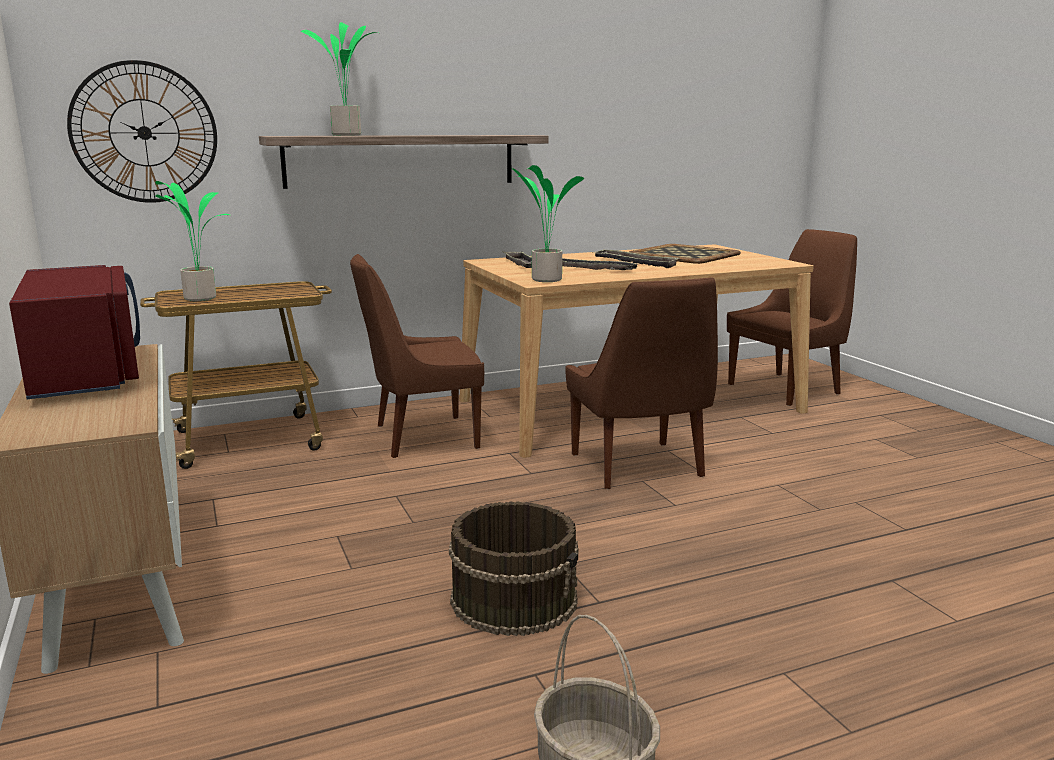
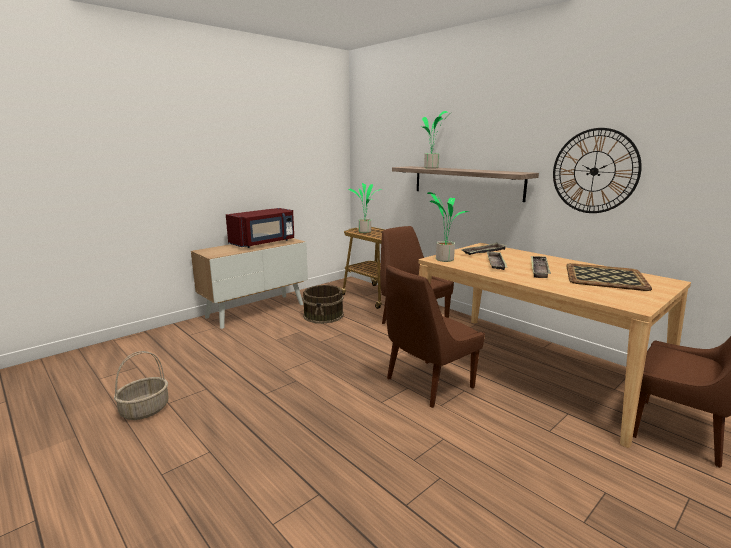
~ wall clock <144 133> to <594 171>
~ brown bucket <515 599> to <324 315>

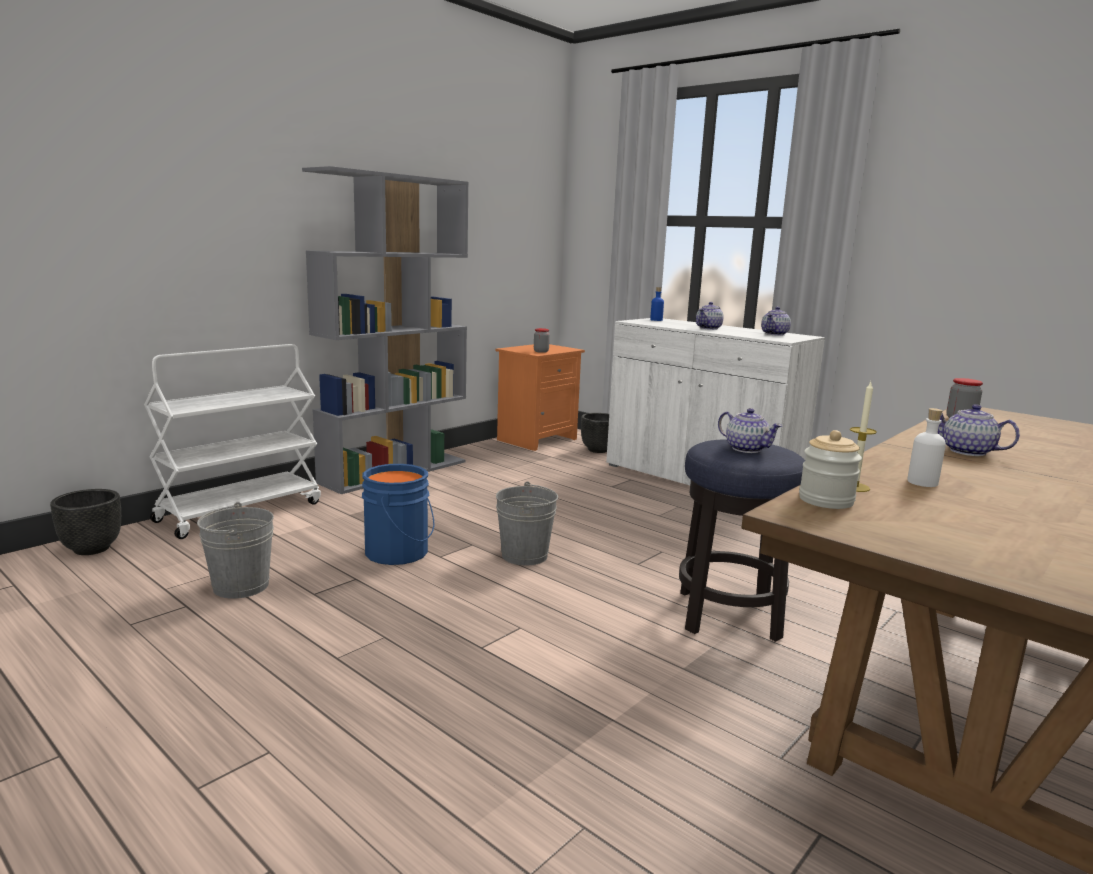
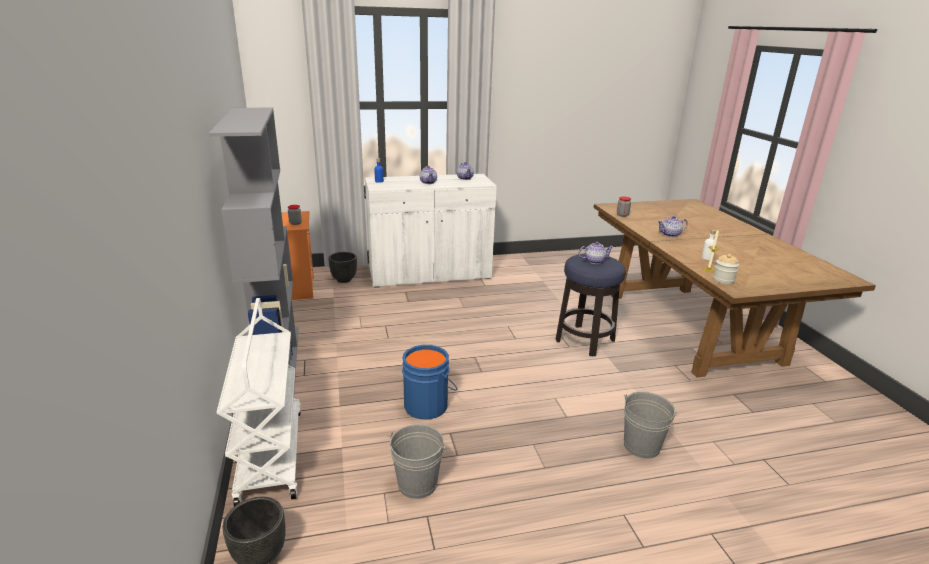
~ grey bucket <524 555> to <641 446>

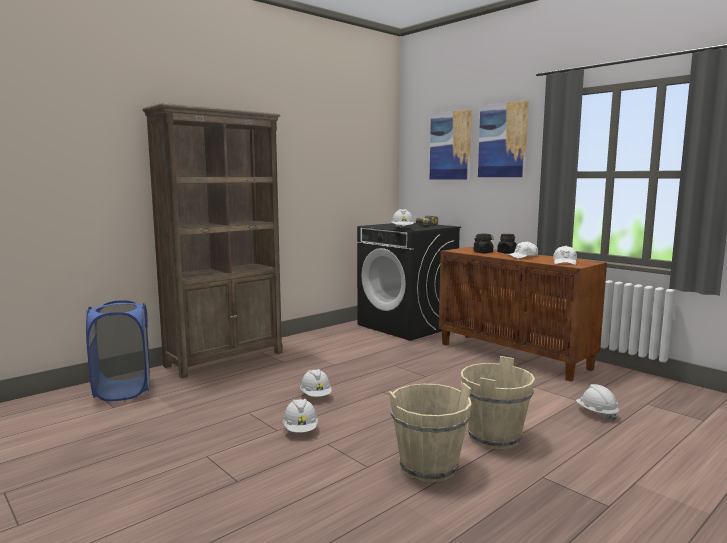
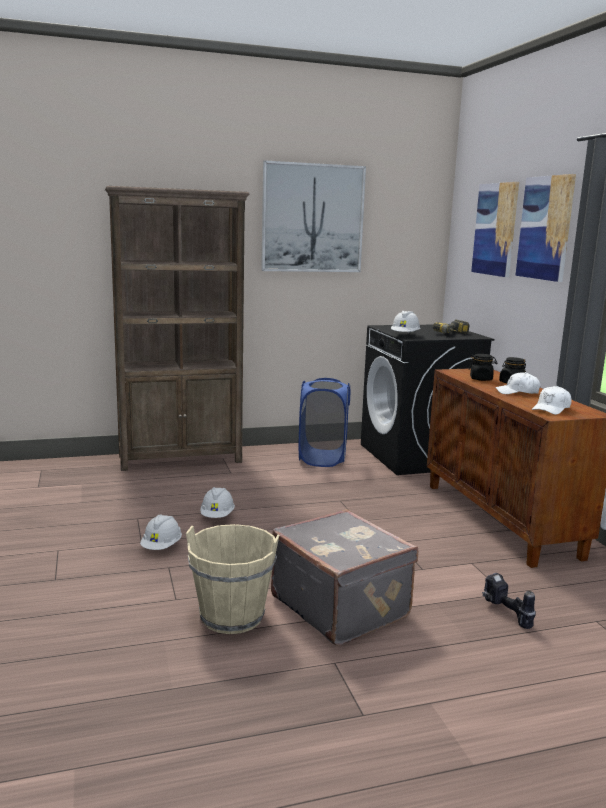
+ picture <312 218>
~ blue laundry basket <123 390> to <322 458>
~ beige bucket <494 436> to grey suitcase <341 606>
~ white hard hat <596 413> to power drill <505 614>

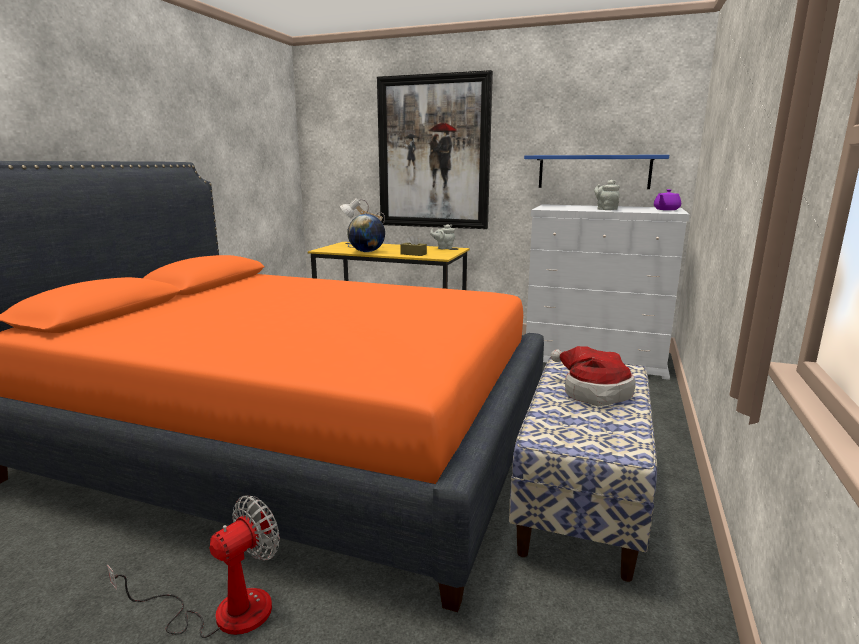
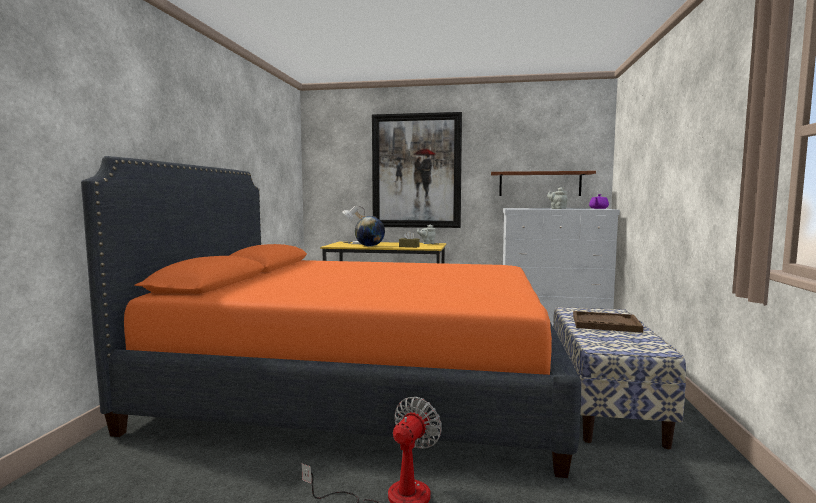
~ hat <592 392> to brown tray <605 324>
~ blue shelf <594 172> to brown shelf <539 184>

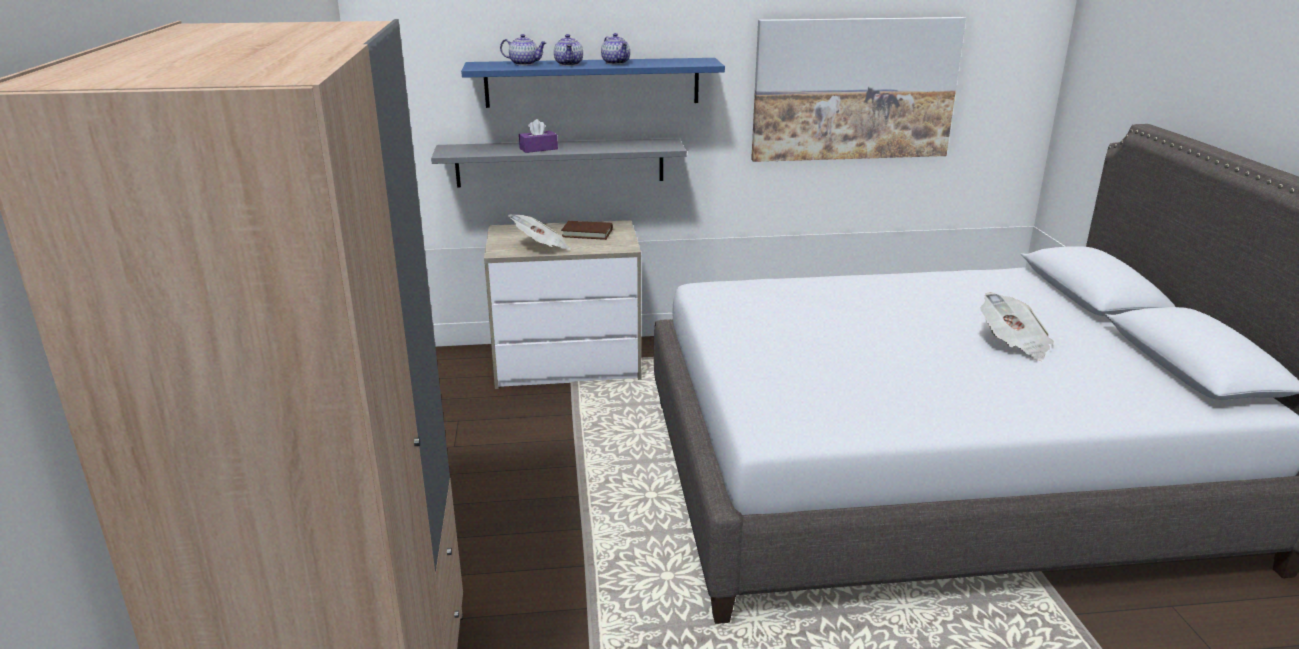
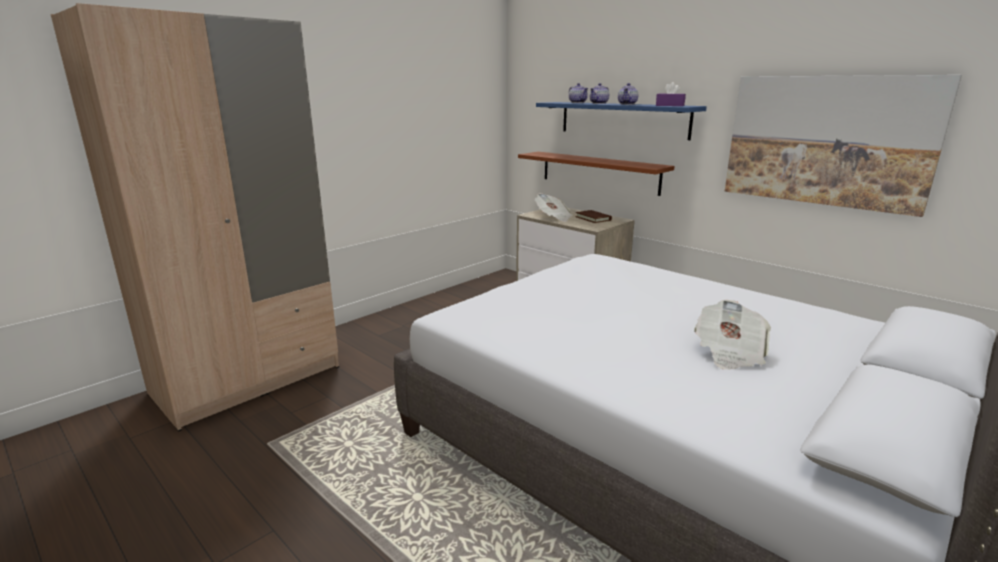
~ purple tissue box <538 149> to <670 105>
~ grey shelf <560 162> to brown shelf <599 172>

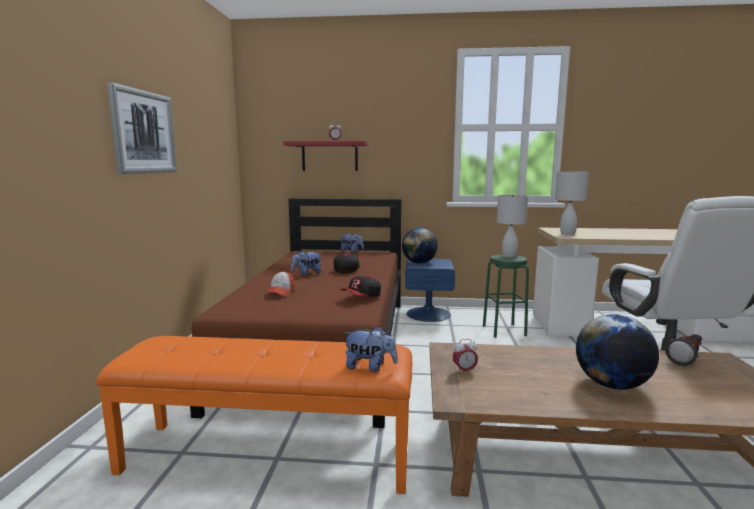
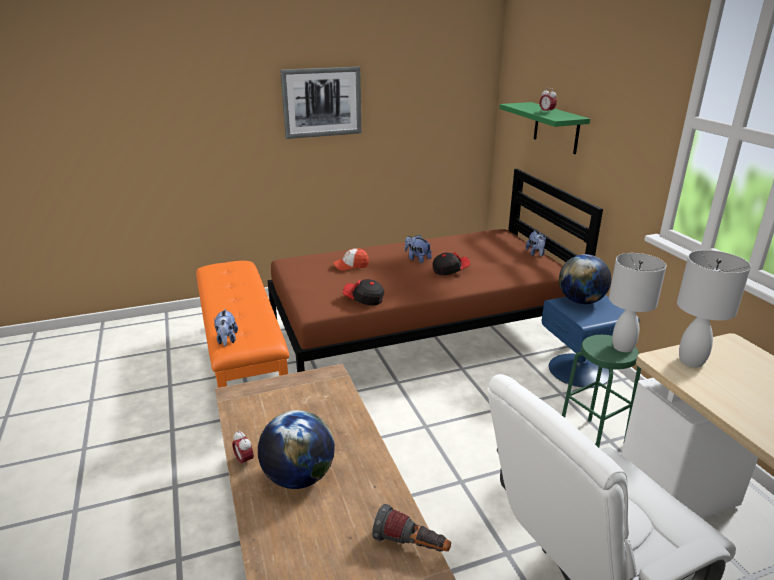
~ alarm clock <464 371> to <244 461>
~ red shelf <329 156> to green shelf <556 128>

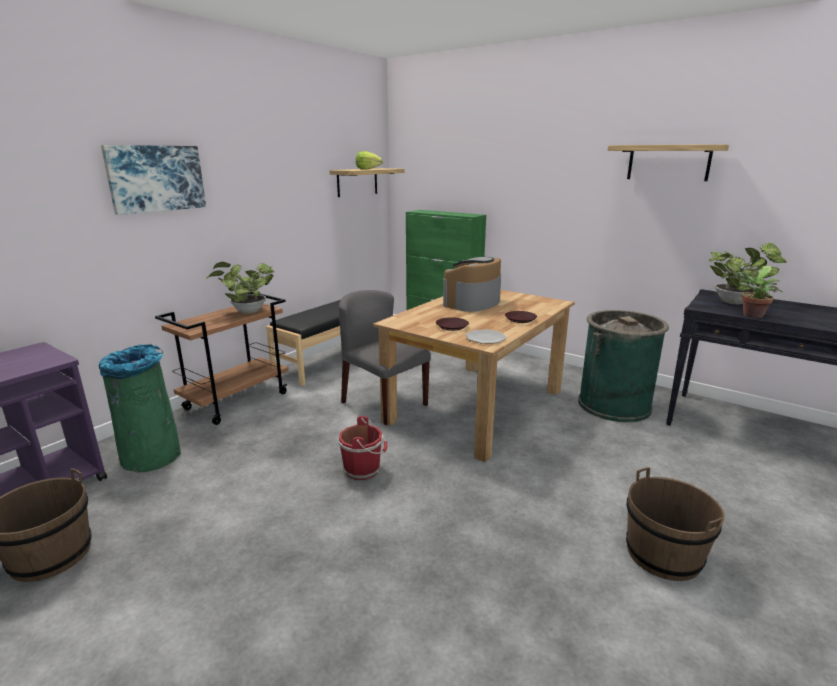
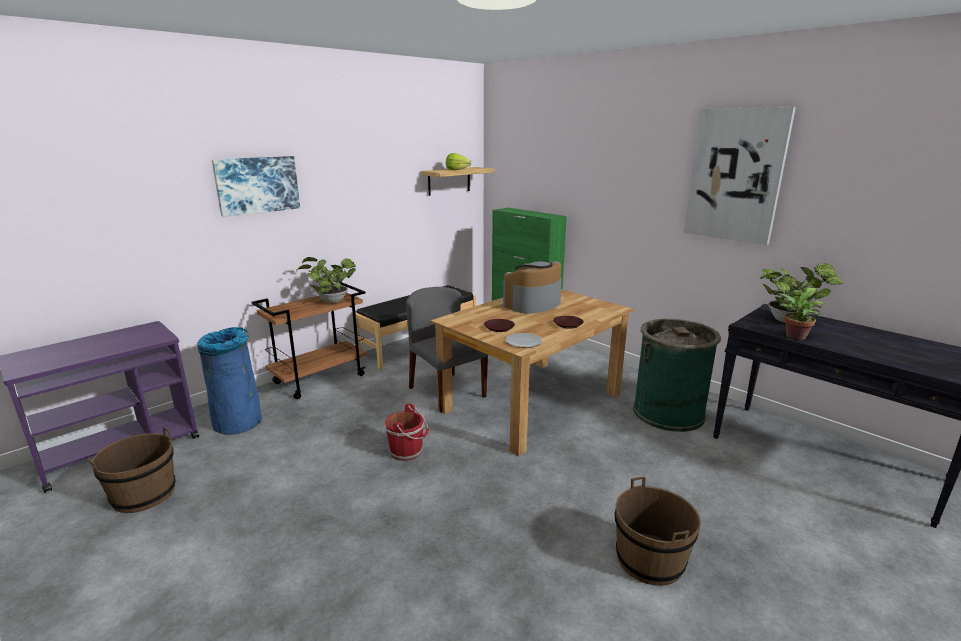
~ shelf <668 162> to picture <735 175>
~ green trash can <151 455> to blue trash can <238 421>

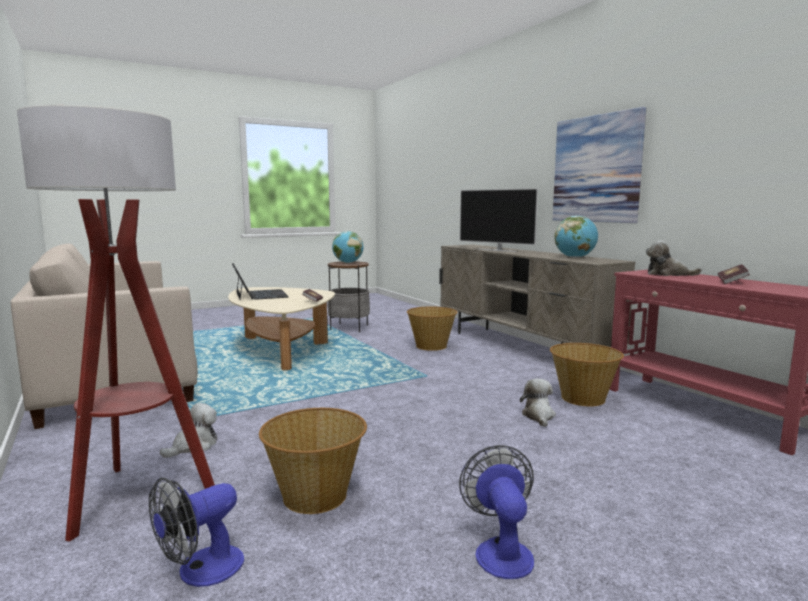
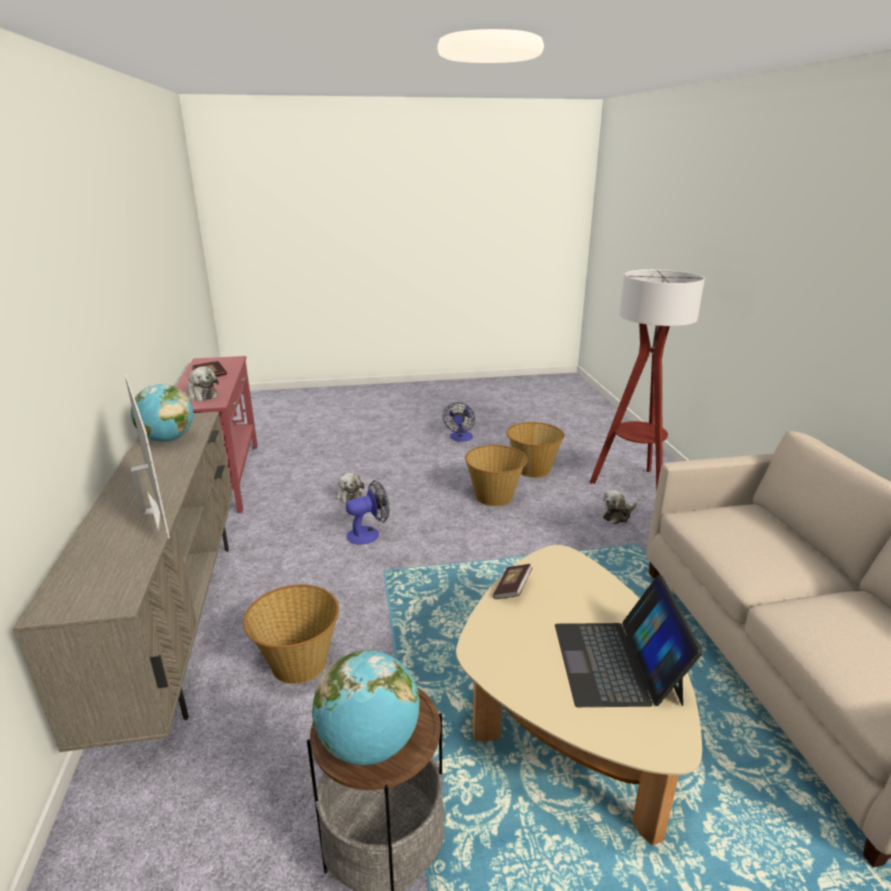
- picture <596 169>
~ fan <200 571> to <368 534>
~ basket <583 399> to <494 496>
~ plush toy <538 416> = <348 495> 45 degrees counterclockwise

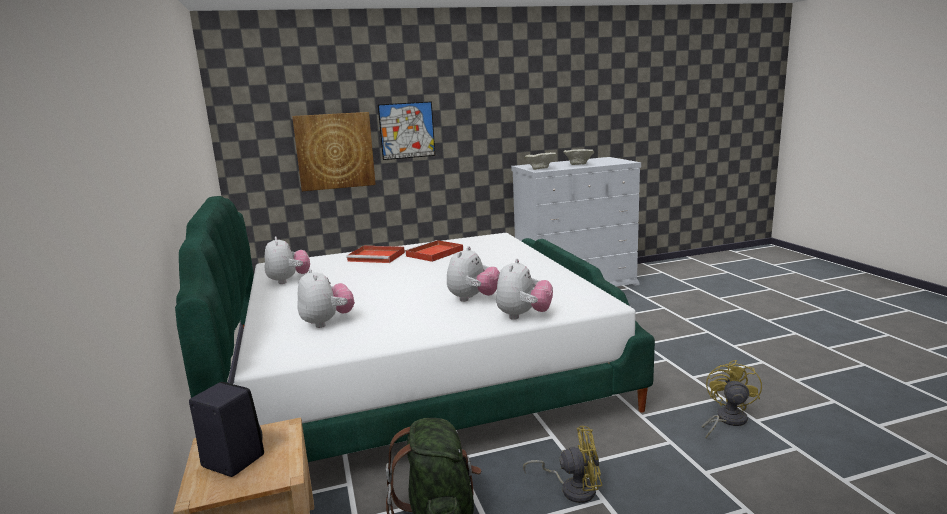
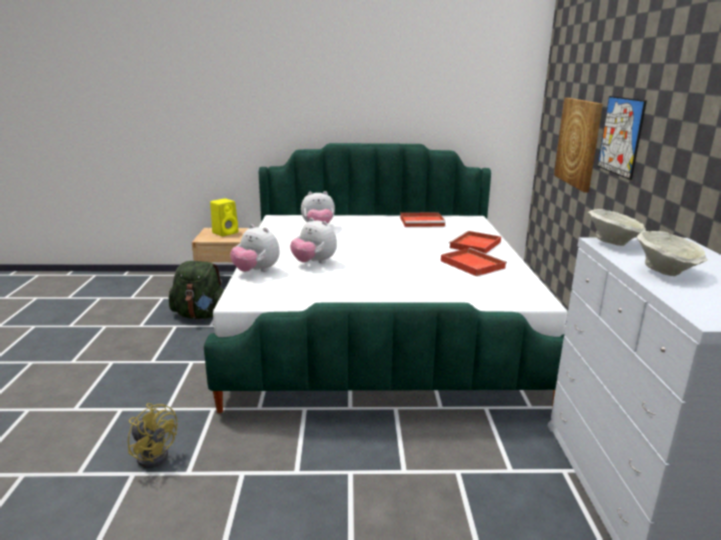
- yellow fan <572 488>
~ plush toy <288 280> to red tray <423 222>
~ black speaker <231 461> to yellow speaker <226 232>

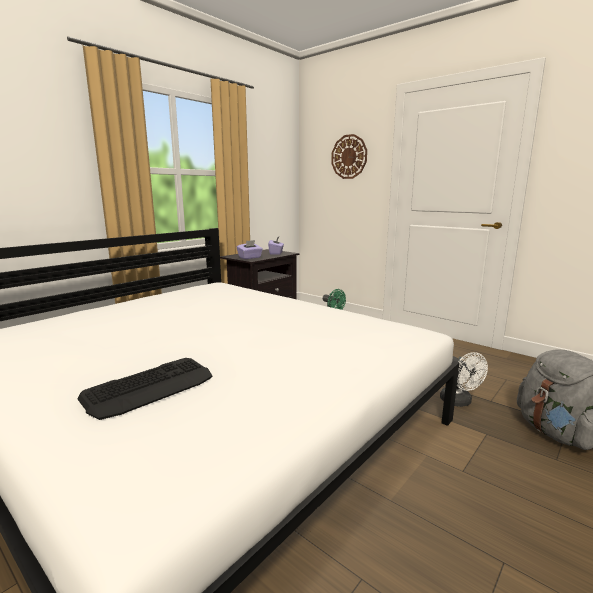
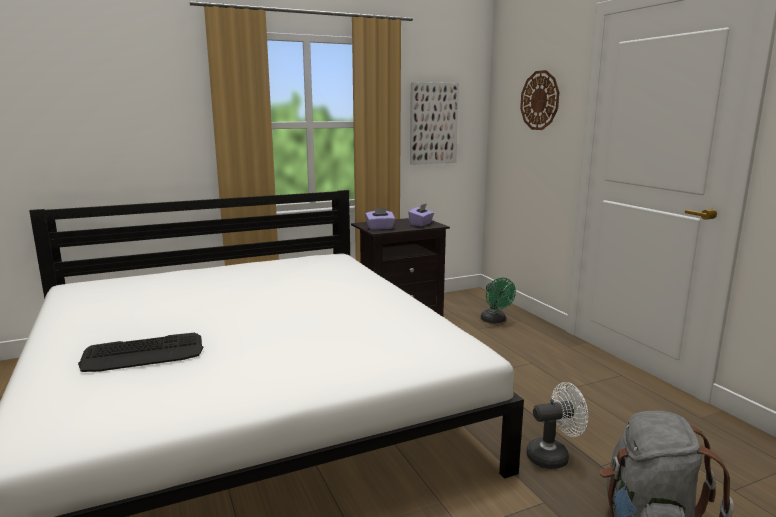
+ picture <433 123>
~ white fan <459 402> = <553 456> 105 degrees counterclockwise

